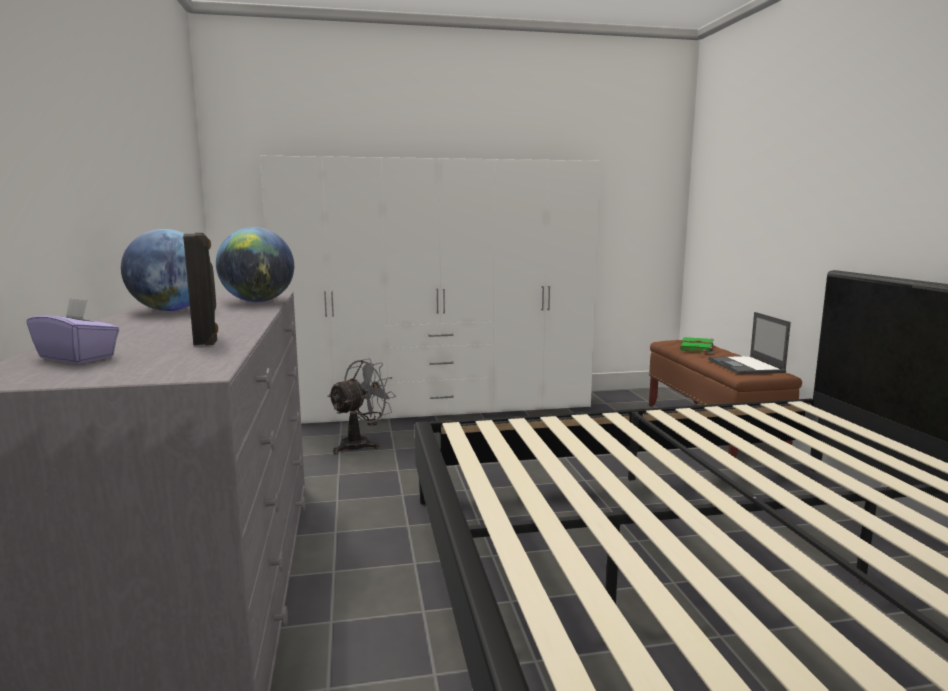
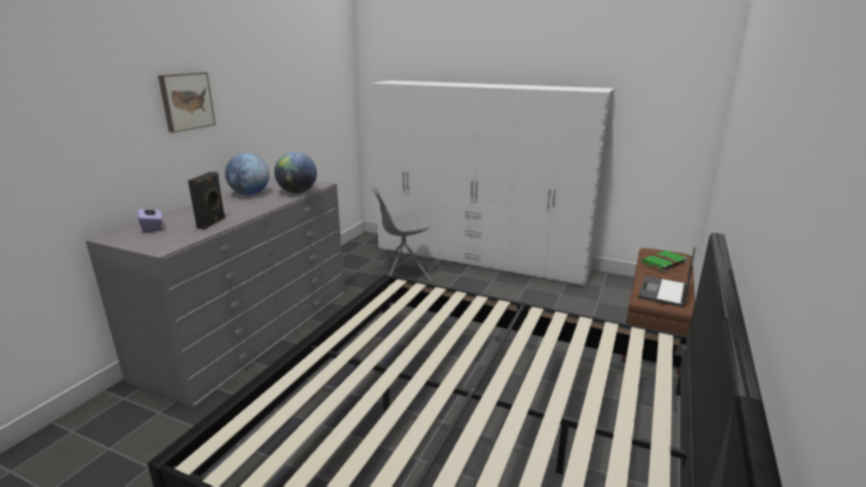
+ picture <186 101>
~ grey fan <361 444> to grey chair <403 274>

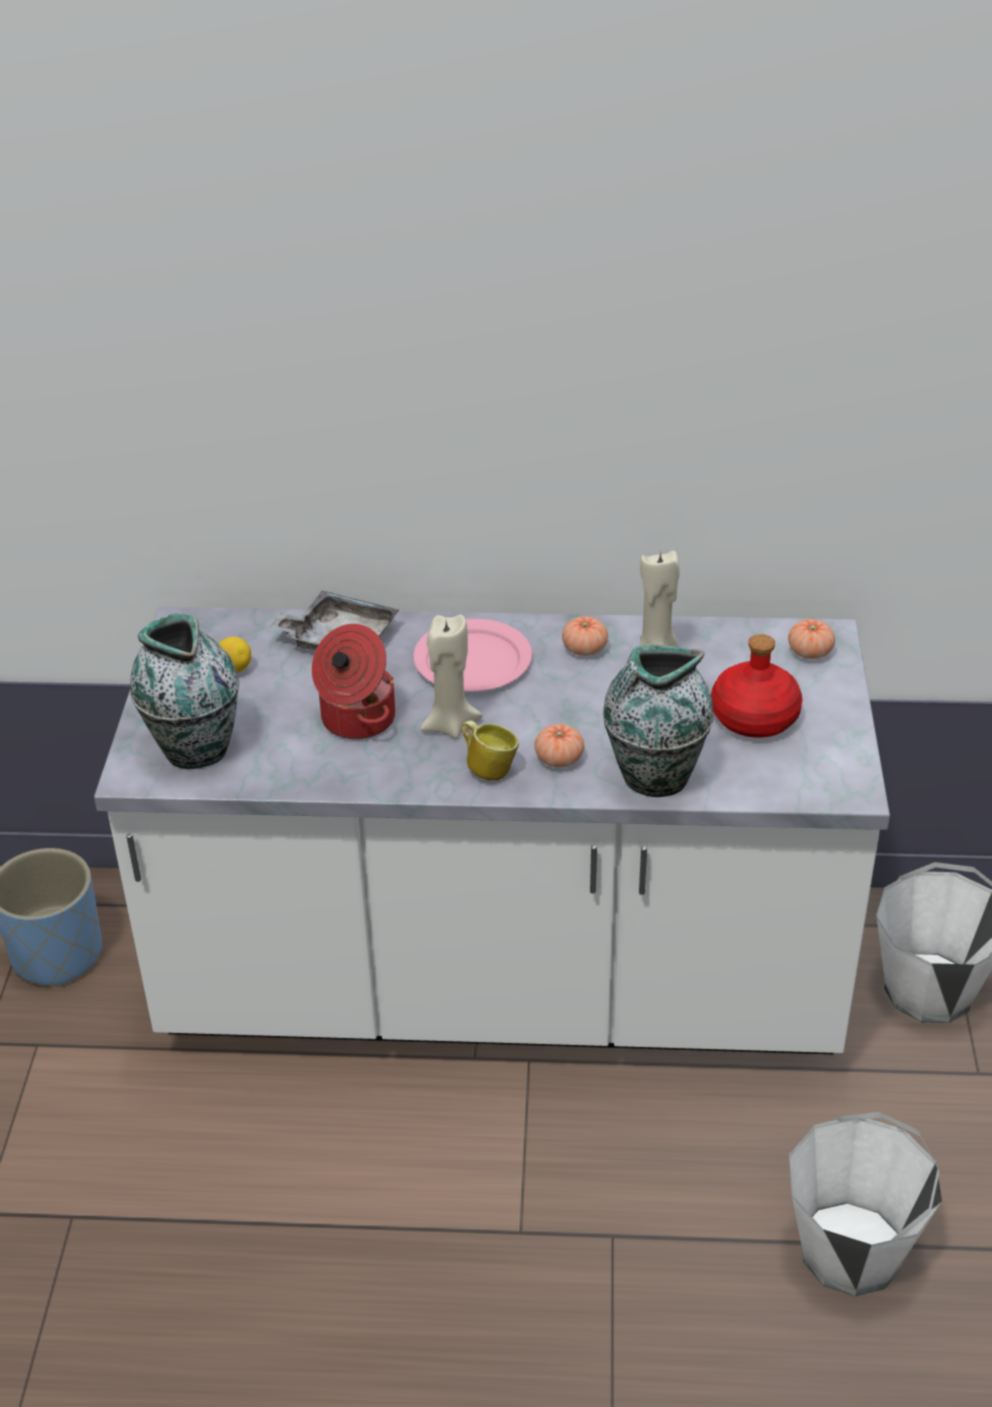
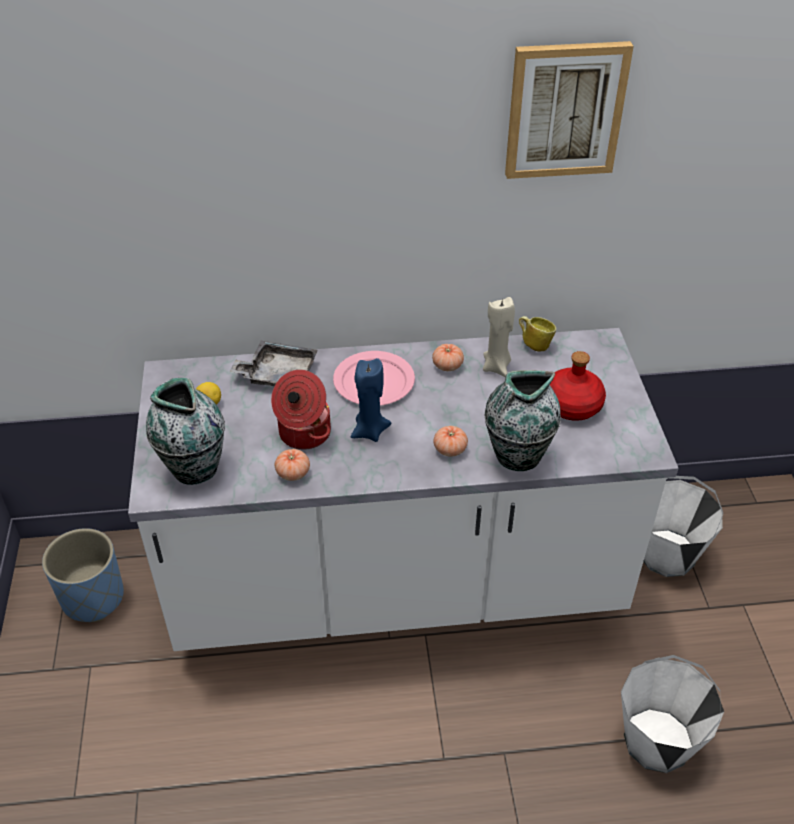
+ picture <565 110>
~ mug <488 768> to <534 344>
~ tomato <809 652> to <293 473>
~ beige candle <450 725> to blue candle <369 431>

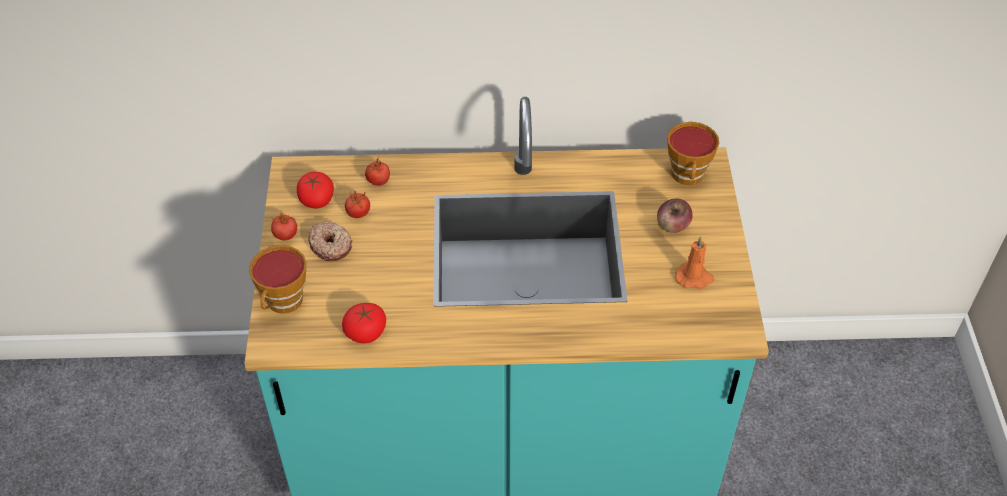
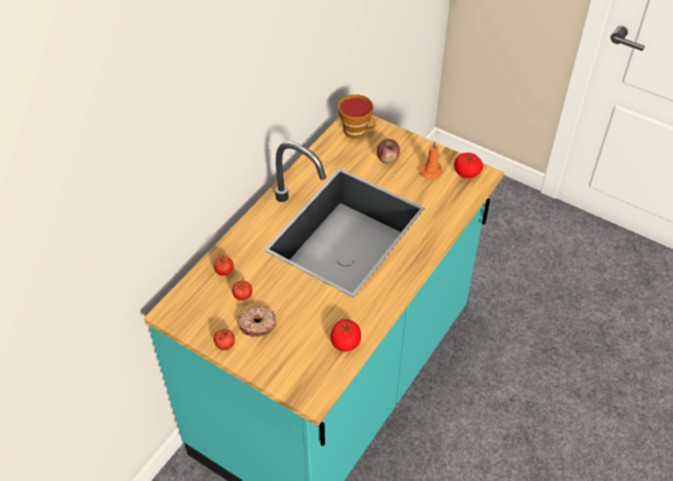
- cup <283 303>
~ tomato <316 199> to <466 172>

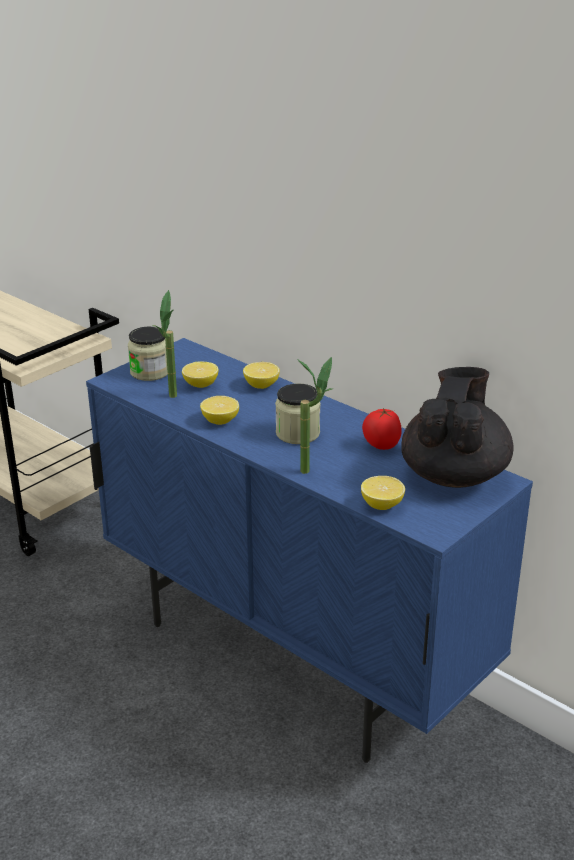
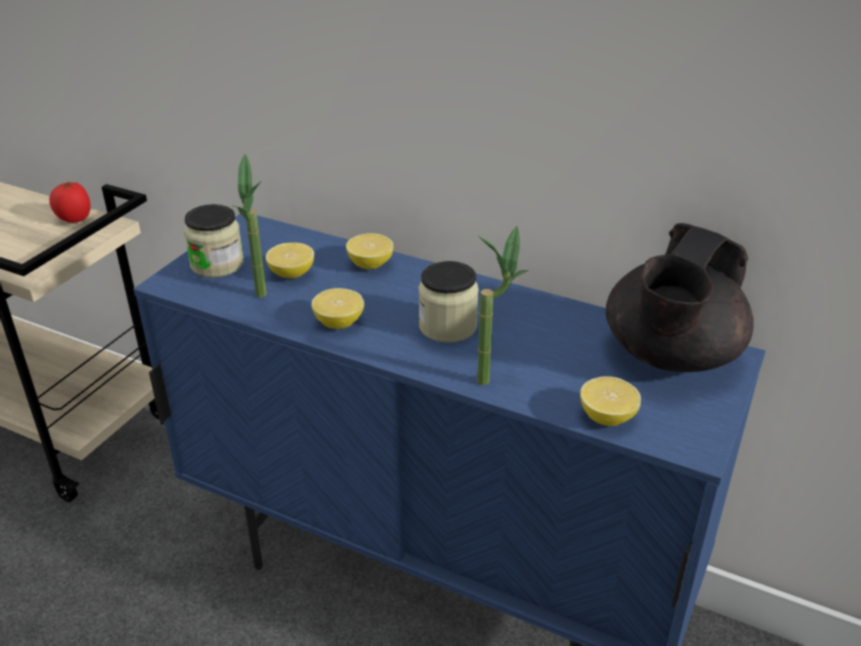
~ tomato <381 445> to <74 219>
~ black teapot <454 474> = <670 356> 150 degrees counterclockwise

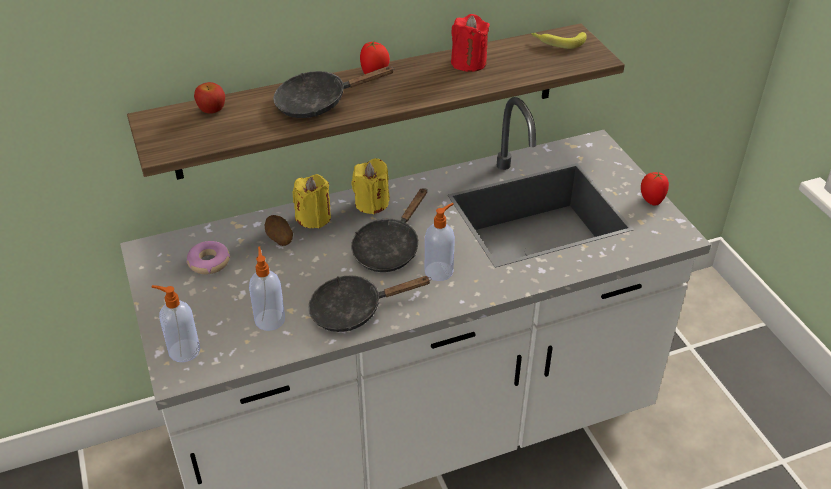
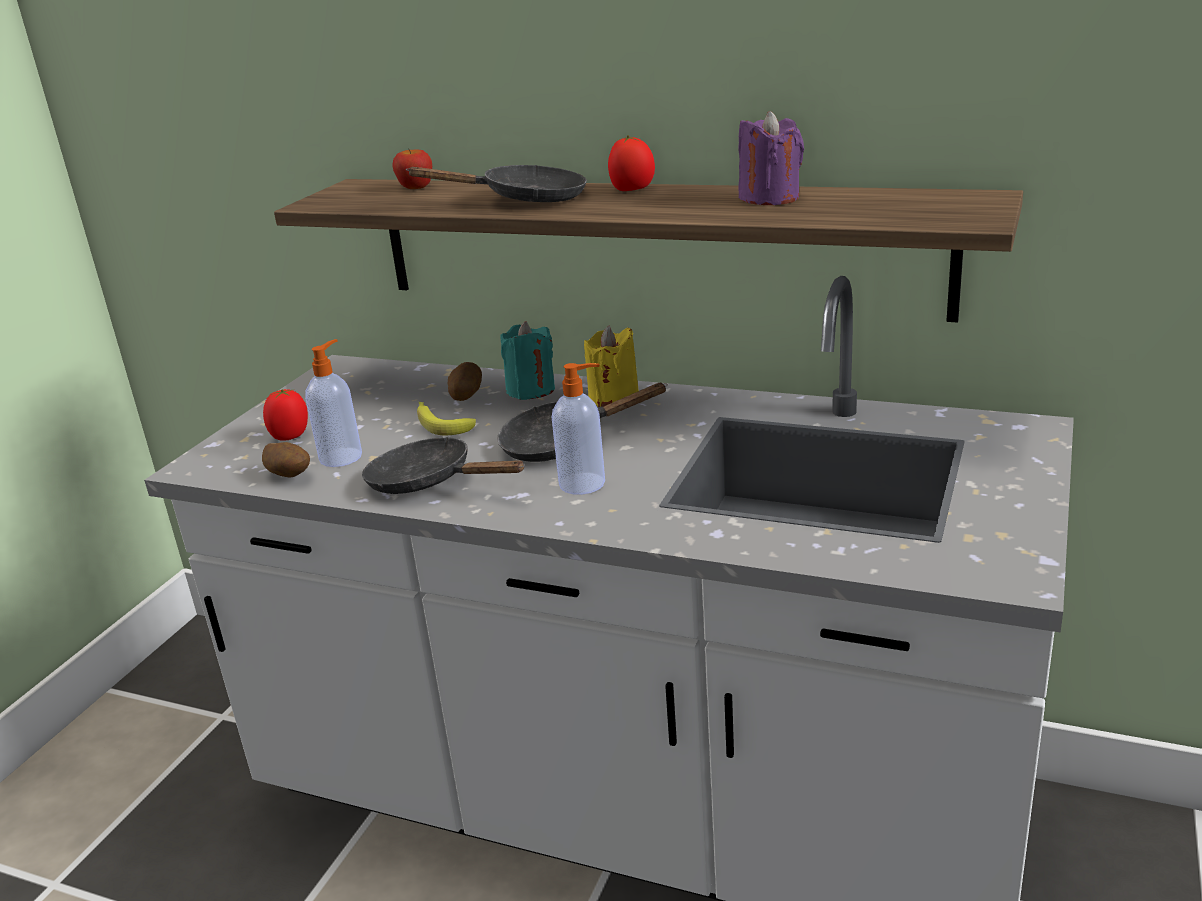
- soap dispenser <183 350>
- donut <209 262>
+ potato <290 476>
~ banana <557 42> to <441 423>
~ tomato <651 200> to <290 436>
~ yellow candle <314 217> to turquoise candle <530 390>
~ red candle <468 63> to purple candle <769 198>
~ black frying pan <318 103> = <524 199> 150 degrees clockwise

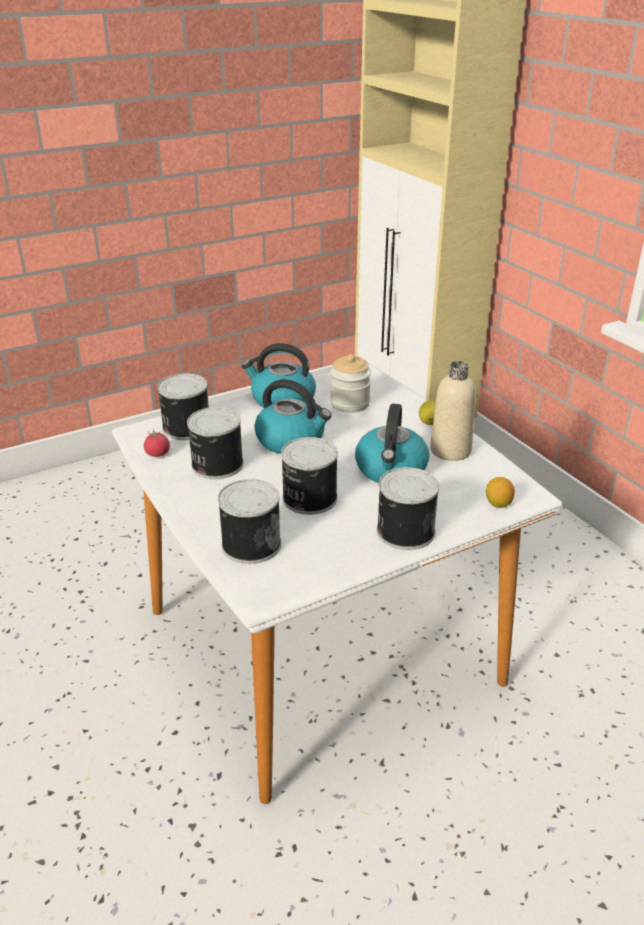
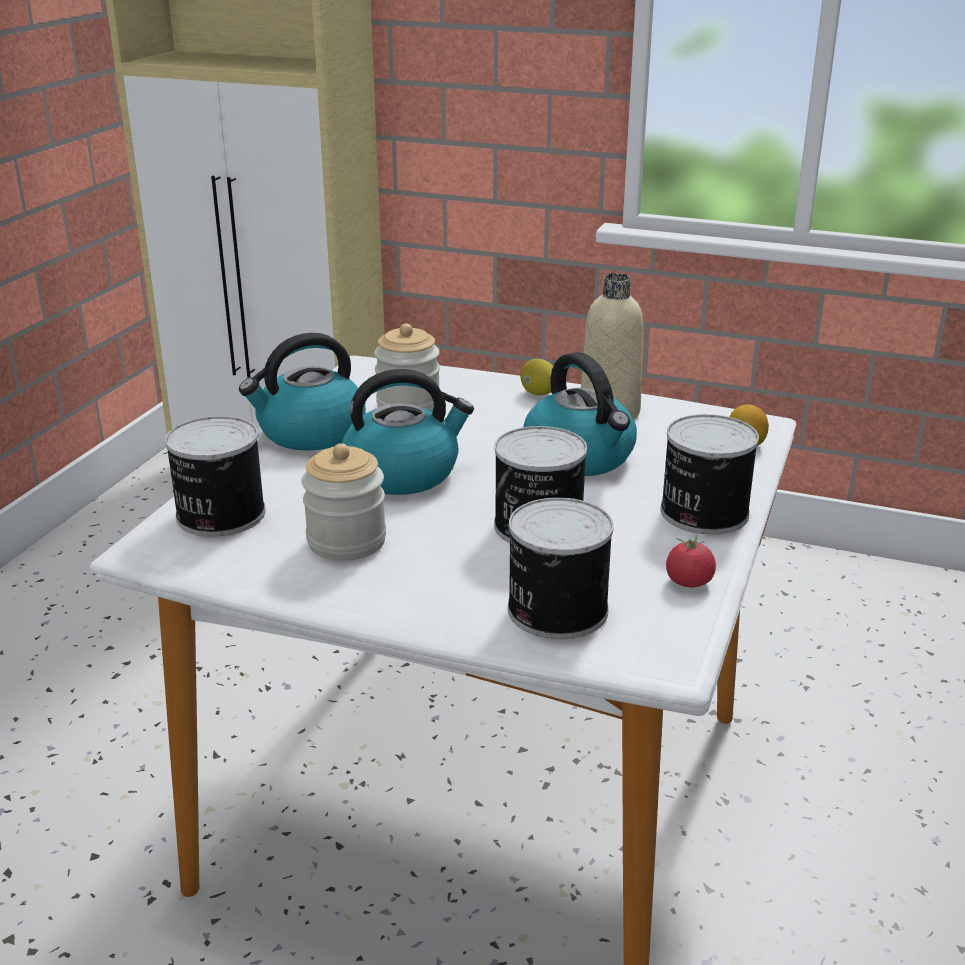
~ tomato <157 454> to <689 582>
~ can <216 465> to jar <346 541>

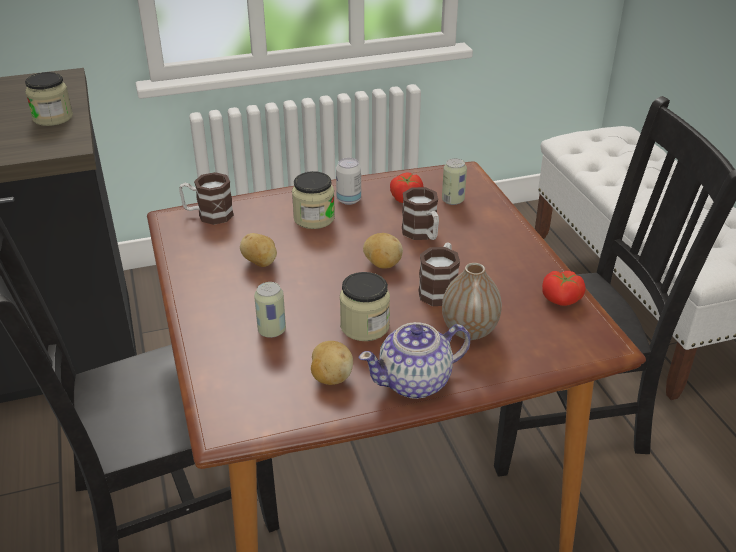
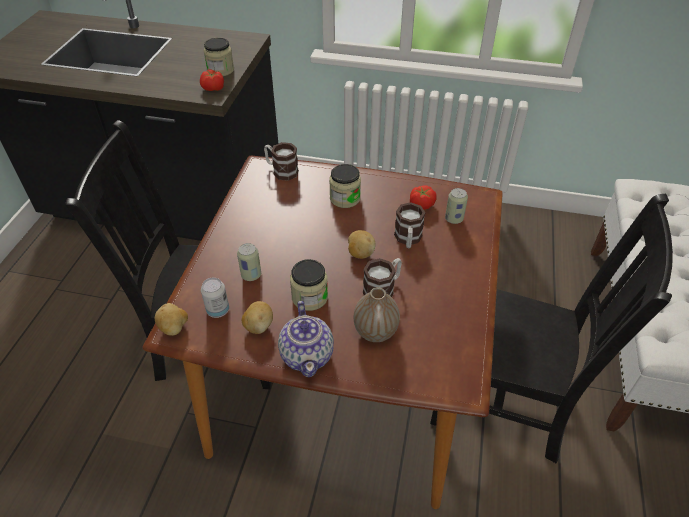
~ potato <260 263> to <174 328>
~ can <348 200> to <218 310>
~ tomato <561 299> to <213 88>
~ teapot <415 382> = <307 355> 105 degrees counterclockwise

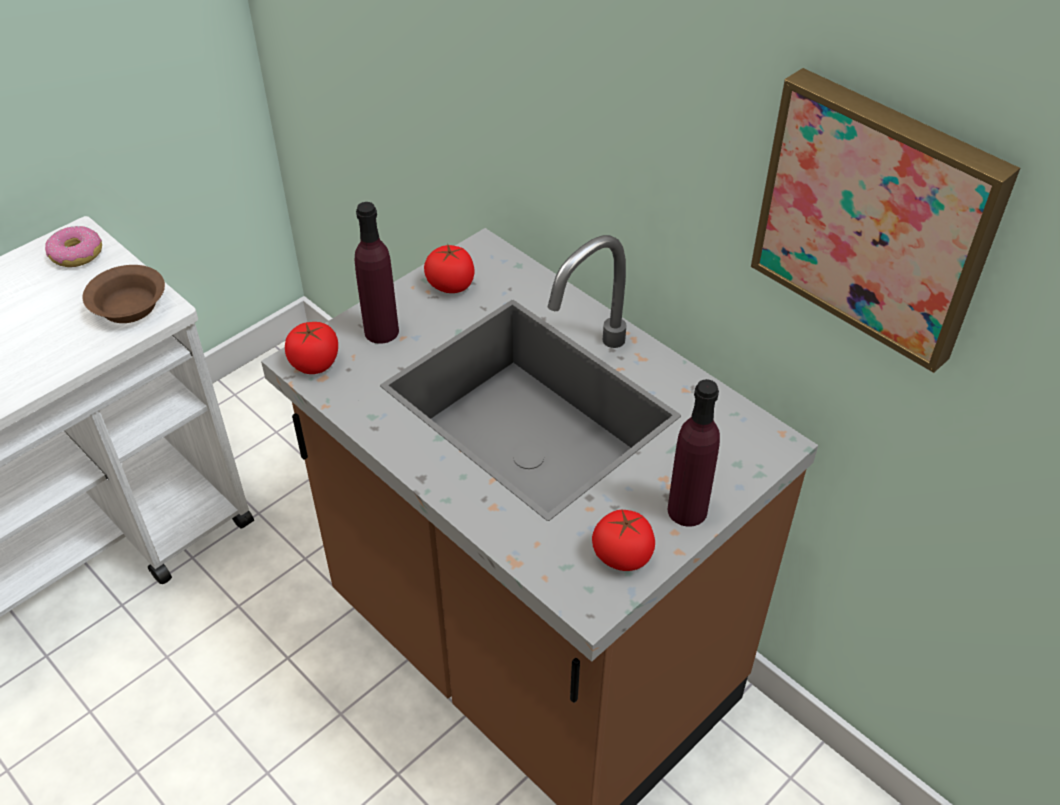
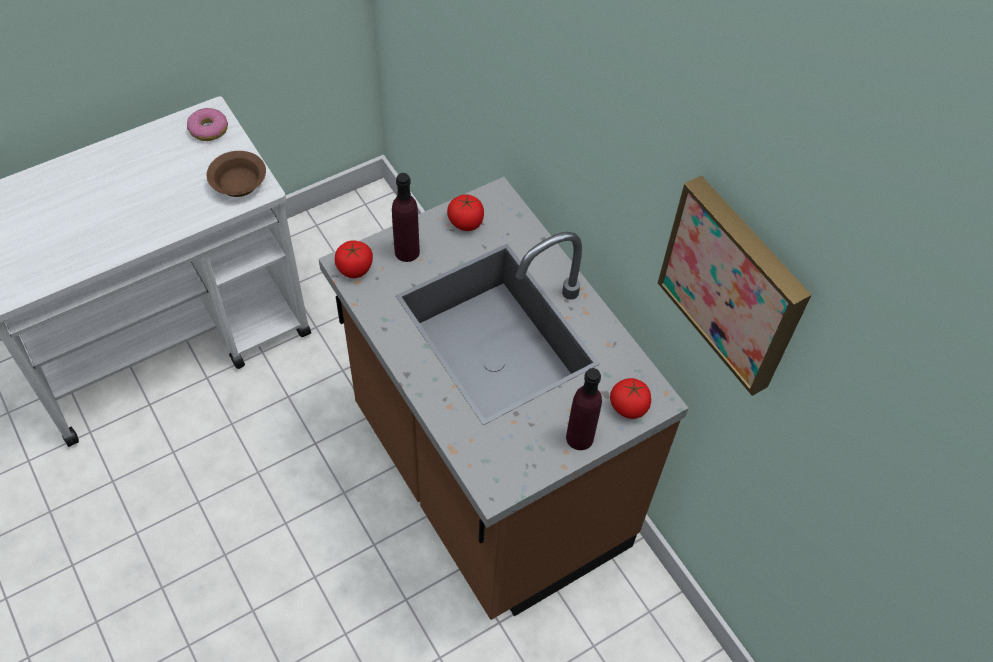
~ tomato <622 555> to <628 406>

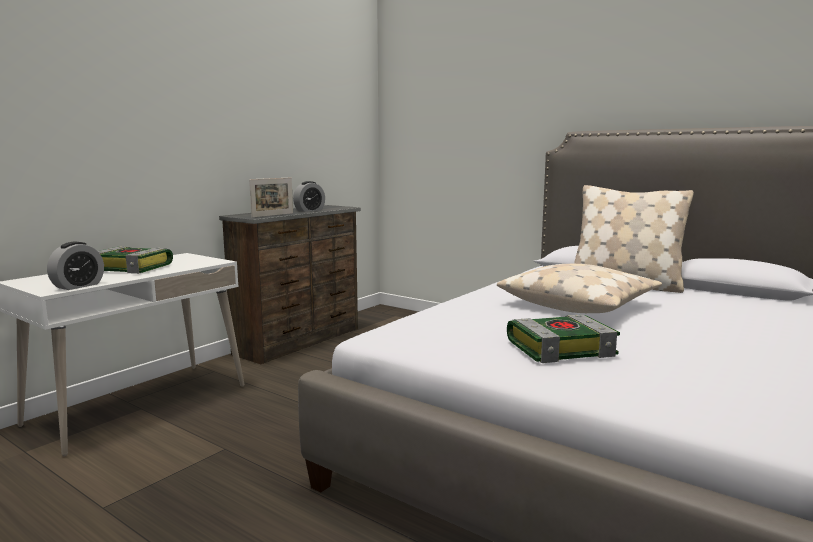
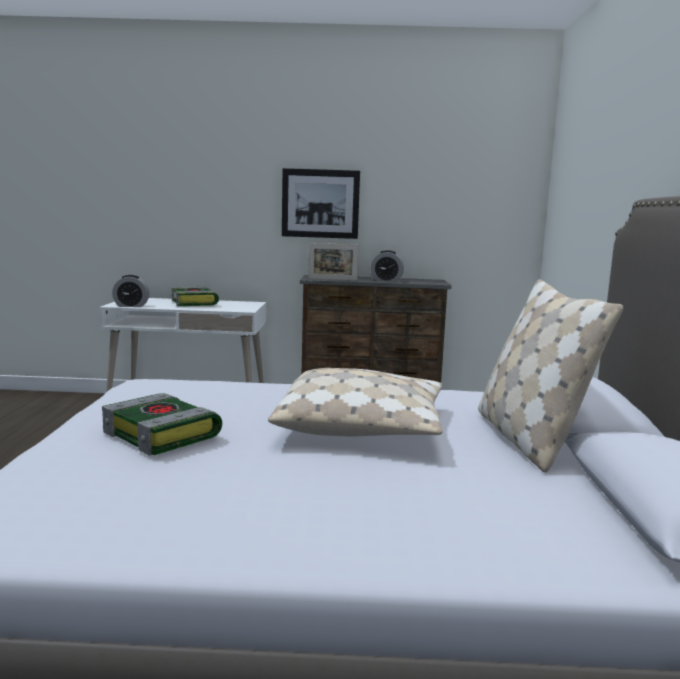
+ picture <320 203>

